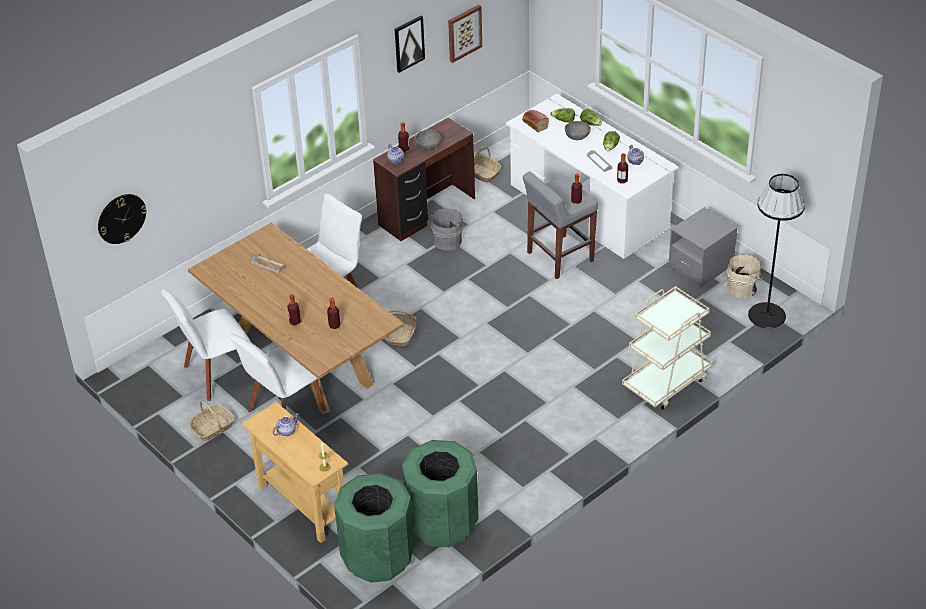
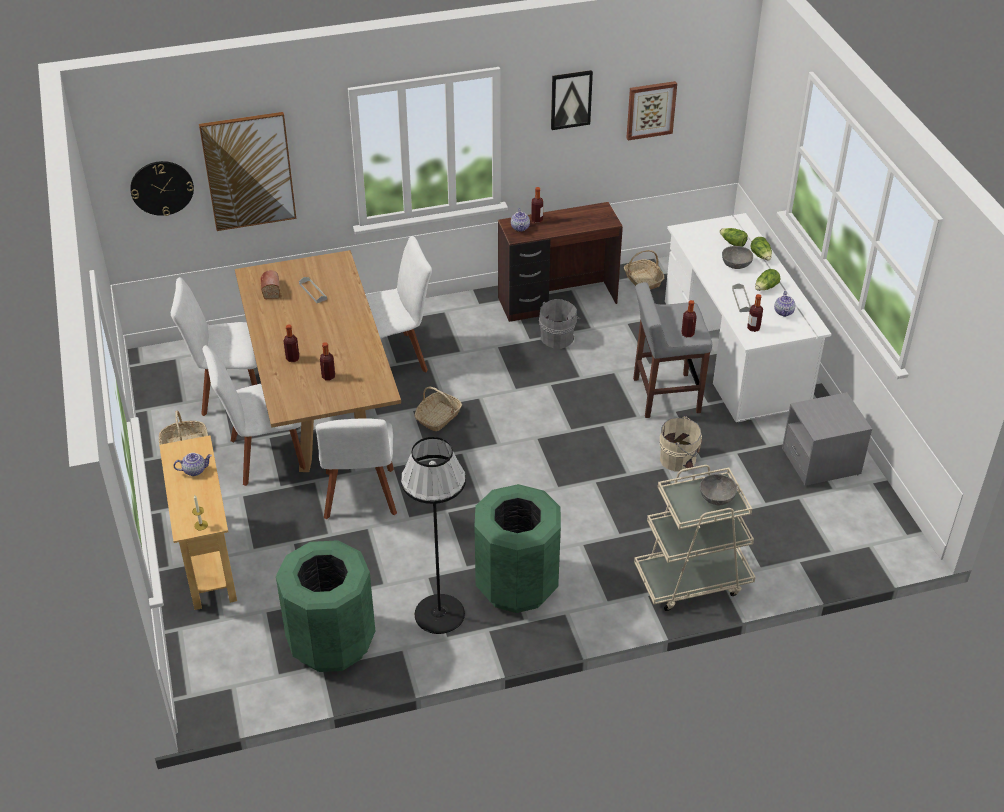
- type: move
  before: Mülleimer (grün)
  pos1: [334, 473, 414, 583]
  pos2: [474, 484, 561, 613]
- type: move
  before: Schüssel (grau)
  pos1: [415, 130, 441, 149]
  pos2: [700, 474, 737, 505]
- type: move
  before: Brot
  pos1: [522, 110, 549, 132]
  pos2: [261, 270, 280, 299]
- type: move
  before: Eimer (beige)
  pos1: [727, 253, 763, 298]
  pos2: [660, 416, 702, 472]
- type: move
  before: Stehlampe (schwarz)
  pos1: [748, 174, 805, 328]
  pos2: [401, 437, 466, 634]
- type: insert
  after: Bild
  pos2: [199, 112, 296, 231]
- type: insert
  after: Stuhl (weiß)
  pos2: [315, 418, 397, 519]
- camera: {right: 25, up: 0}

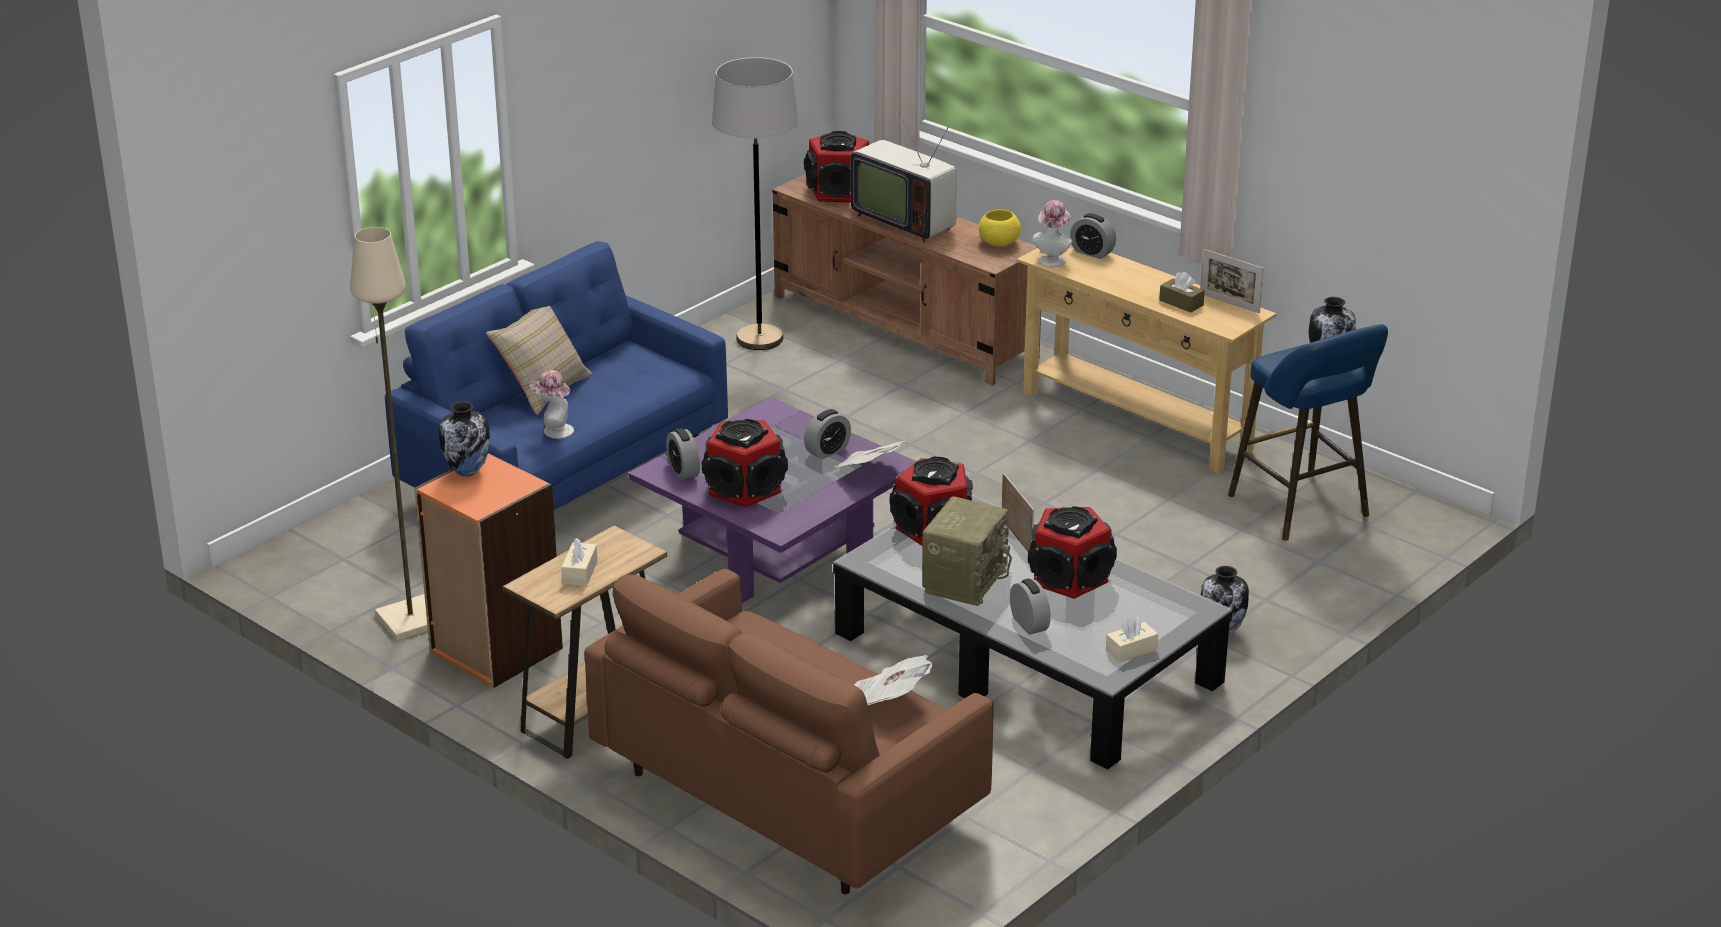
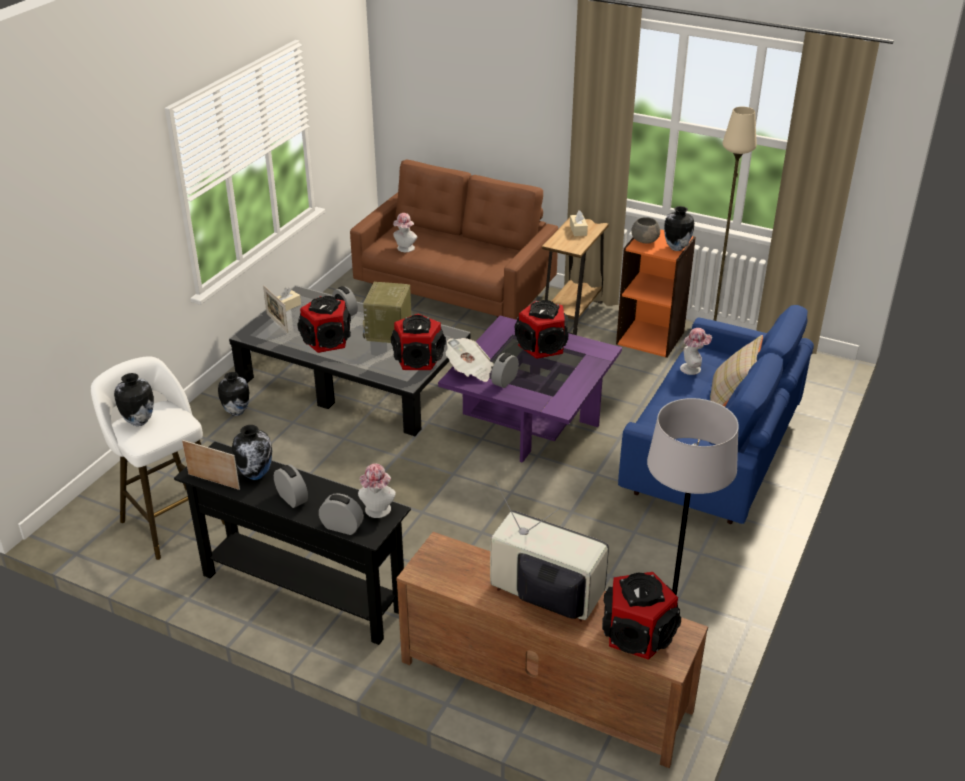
- type: move
  before: Wecker
  pos1: [666, 428, 700, 480]
  pos2: [274, 464, 308, 508]
- type: replace
  before: Zeitung
  after: Hut
  pos1: [854, 655, 932, 705]
  pos2: [393, 213, 418, 252]
- type: delete
  before: Schüssel (gelb)
  pos1: [979, 210, 1021, 246]
- type: move
  before: Bilderrahmen
  pos1: [1002, 473, 1034, 552]
  pos2: [263, 285, 288, 333]
- type: recolor
  before: Konsolentisch (beige)
  after: Konsolentisch (schwarz)
  pos1: [1017, 244, 1277, 473]
  pos2: [174, 442, 411, 645]
- type: replace
  before: Taschentuchbox (braun)
  after: Vase
  pos1: [1159, 272, 1205, 312]
  pos2: [232, 425, 272, 480]
- type: recolor
  before: Hocker (blau)
  after: Hocker (weiß)
  pos1: [1228, 324, 1388, 541]
  pos2: [91, 357, 225, 560]
- type: insert
  after: Schüssel (grau)
  pos2: [631, 217, 660, 244]
- camera: {right: 165, up: 5}

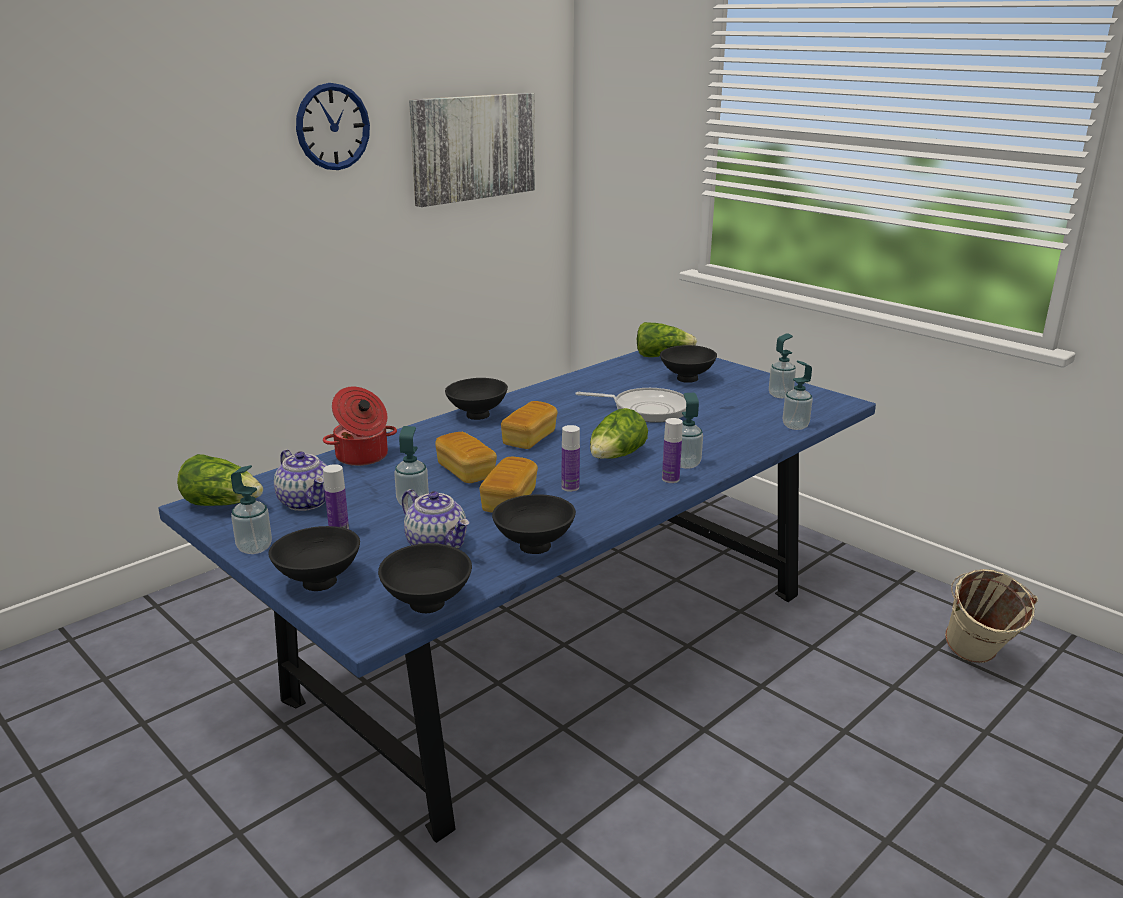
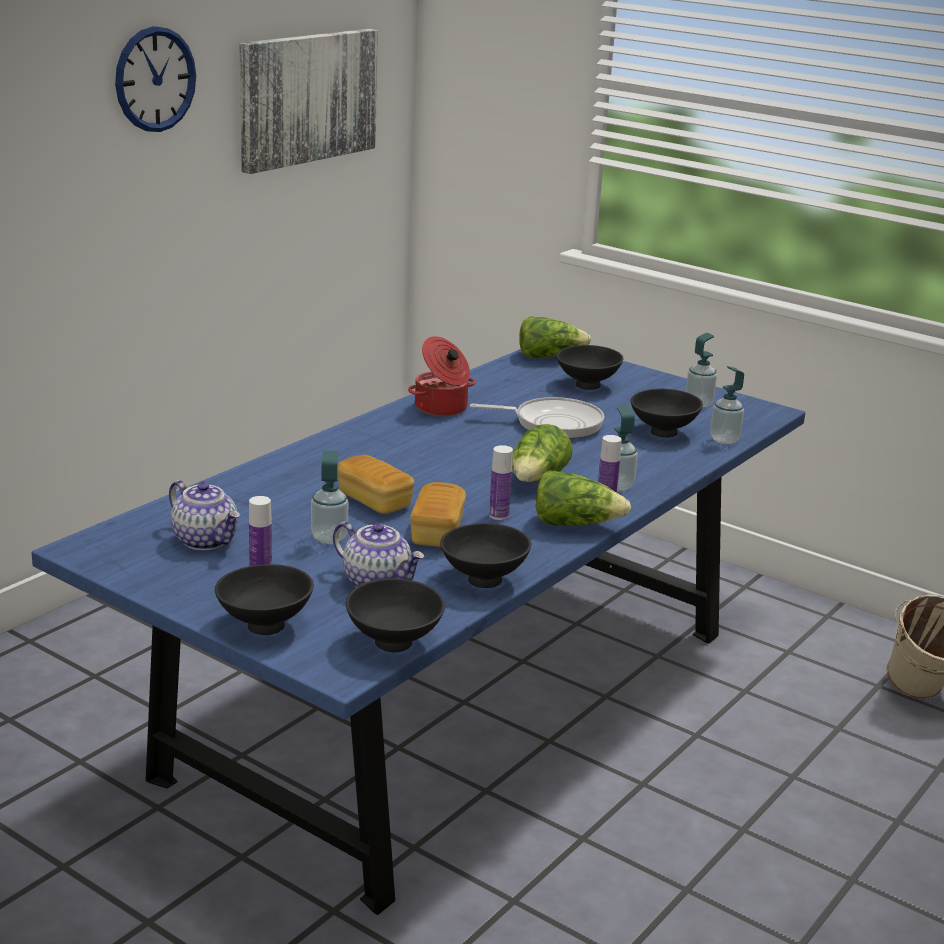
- type: move
  before: Salatkopf
  pos1: [177, 454, 263, 506]
  pos2: [536, 470, 631, 526]
- type: delete
  before: Seifenspender
  pos1: [231, 465, 272, 554]
- type: move
  before: Kochtopf
  pos1: [323, 387, 397, 466]
  pos2: [408, 336, 476, 416]
- type: move
  before: Schüssel (schwarz)
  pos1: [445, 378, 508, 420]
  pos2: [630, 389, 703, 438]
- type: delete
  before: Brot
  pos1: [501, 401, 558, 449]
- camera: {right: -10, up: 0}

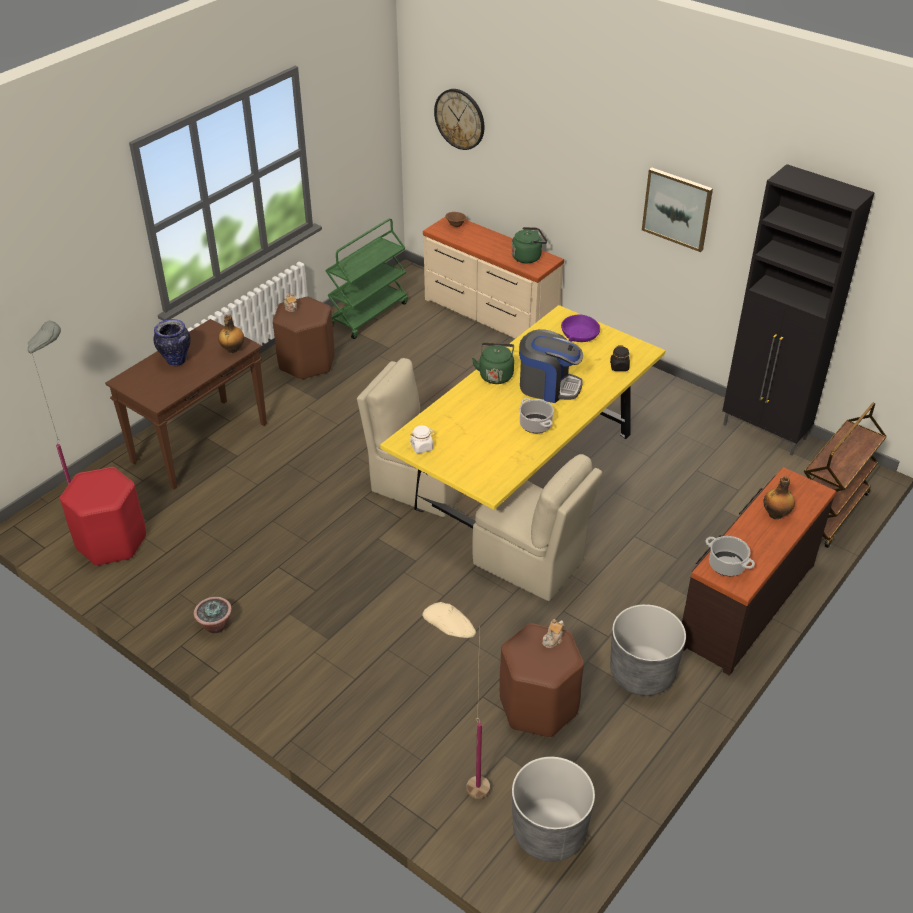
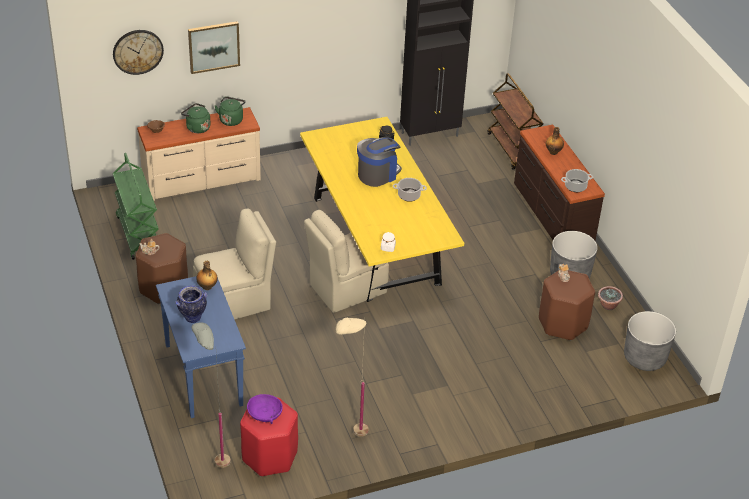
- type: recolor
  before: Konsolentisch (braun)
  after: Konsolentisch (blau)
  pos1: [105, 319, 267, 489]
  pos2: [156, 272, 246, 418]
- type: move
  before: Topfpflanze
  pos1: [194, 597, 232, 634]
  pos2: [598, 286, 623, 310]
- type: move
  before: Stehlampe (beige)
  pos1: [422, 602, 490, 799]
  pos2: [336, 318, 369, 437]
- type: move
  before: Wasserkessel (grün)
  pos1: [472, 343, 514, 384]
  pos2: [181, 103, 211, 133]
- type: move
  before: Stuhl (beige)
  pos1: [472, 454, 602, 601]
  pos2: [193, 208, 276, 320]
- type: move
  before: Schüssel (lila)
  pos1: [561, 314, 600, 342]
  pos2: [247, 394, 283, 424]
- type: move
  before: Bild
  pos1: [642, 168, 713, 252]
  pos2: [188, 21, 240, 74]
- camera: {right: -60, up: 0}

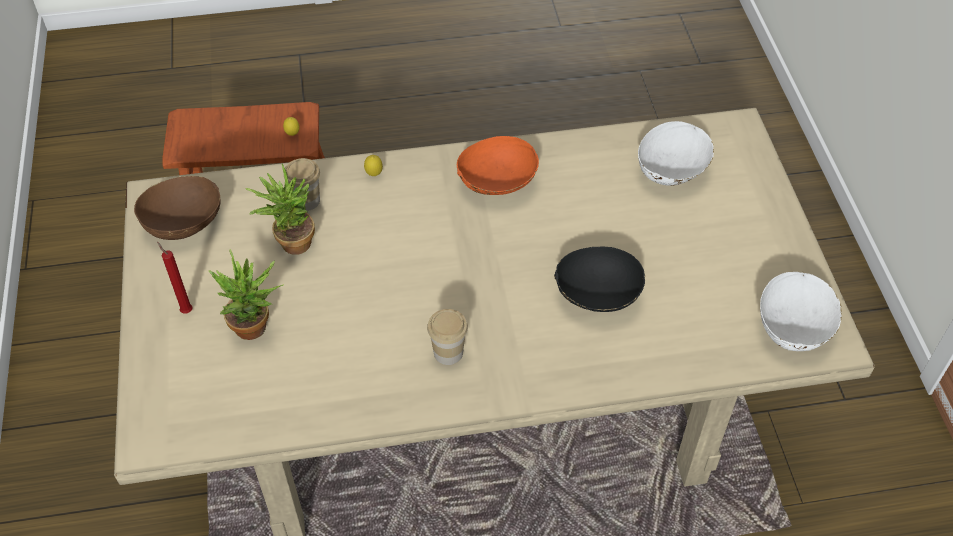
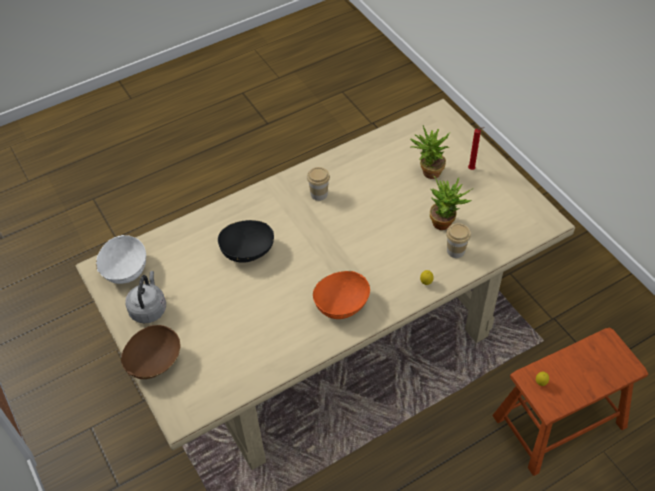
- type: move
  before: Schüssel (braun)
  pos1: [134, 176, 220, 240]
  pos2: [121, 325, 181, 379]
- type: delete
  before: Schüssel (weiß)
  pos1: [638, 121, 714, 186]
- type: insert
  after: Wasserkessel (grau)
  pos2: [125, 271, 166, 323]
- camera: {right: 160, up: 0}

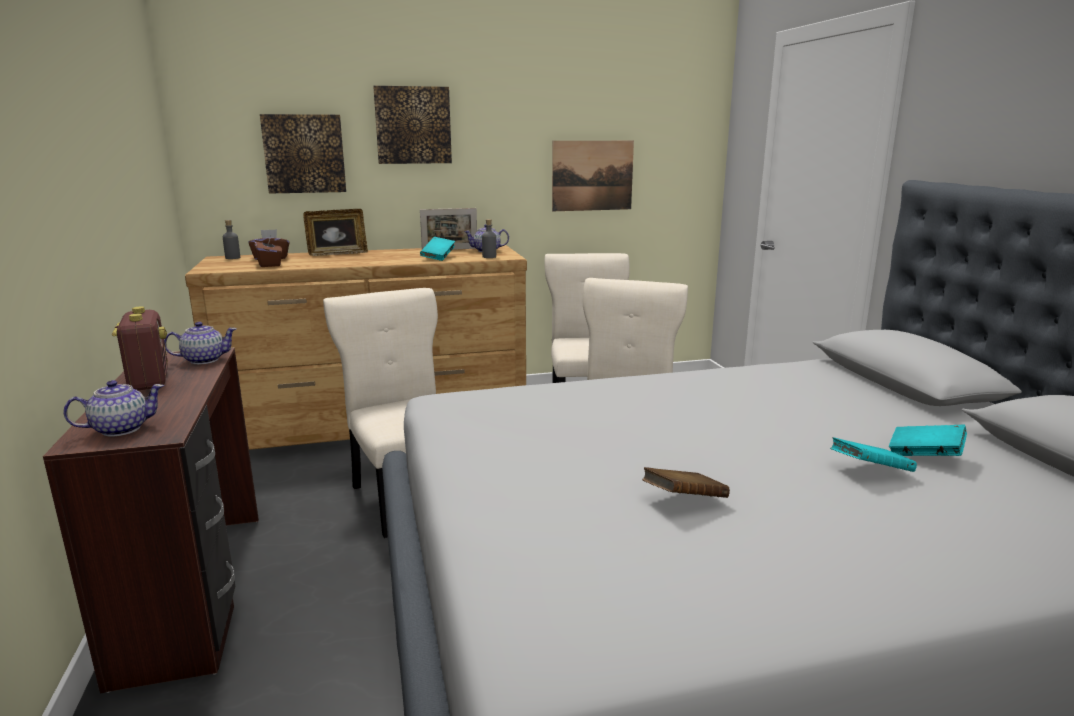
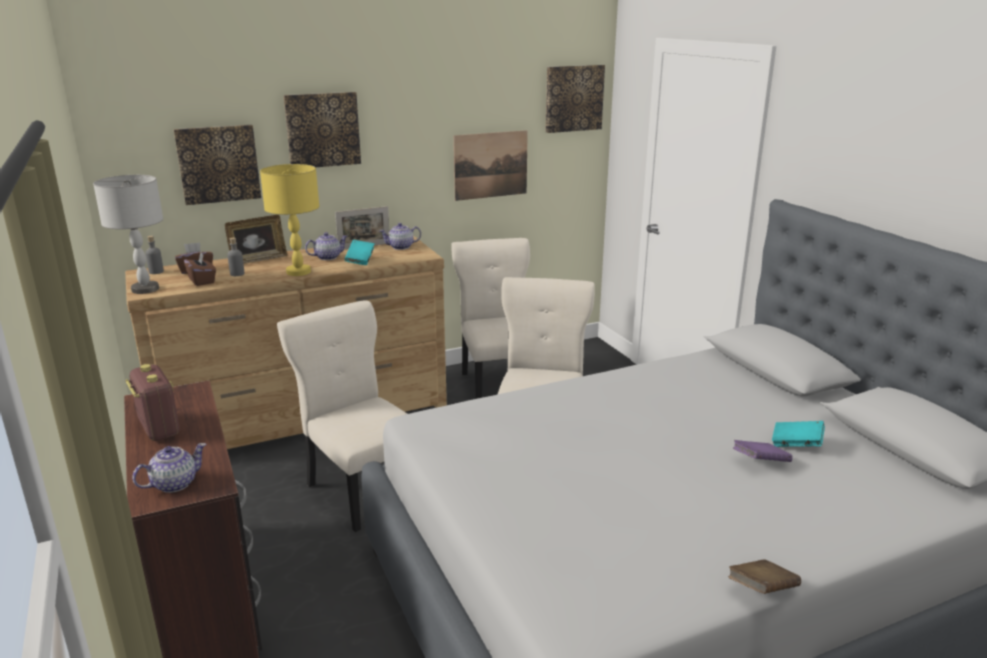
- type: move
  before: Teekanne
  pos1: [164, 322, 237, 364]
  pos2: [305, 232, 348, 260]
- type: move
  before: Flasche (grau)
  pos1: [482, 219, 496, 258]
  pos2: [227, 238, 245, 276]
- type: move
  before: Buch (braun)
  pos1: [642, 467, 730, 498]
  pos2: [728, 559, 801, 594]
- type: recolor
  before: Buch (türkis)
  after: Buch (lila)
  pos1: [830, 437, 917, 472]
  pos2: [733, 440, 793, 462]
- type: insert
  after: Tischlampe (grau)
  pos2: [93, 175, 163, 294]
- type: insert
  after: Tischlampe (gelb)
  pos2: [260, 164, 319, 276]
- type: insert
  after: Bild
  pos2: [545, 65, 605, 133]
- camera: {right: -10, up: 5}

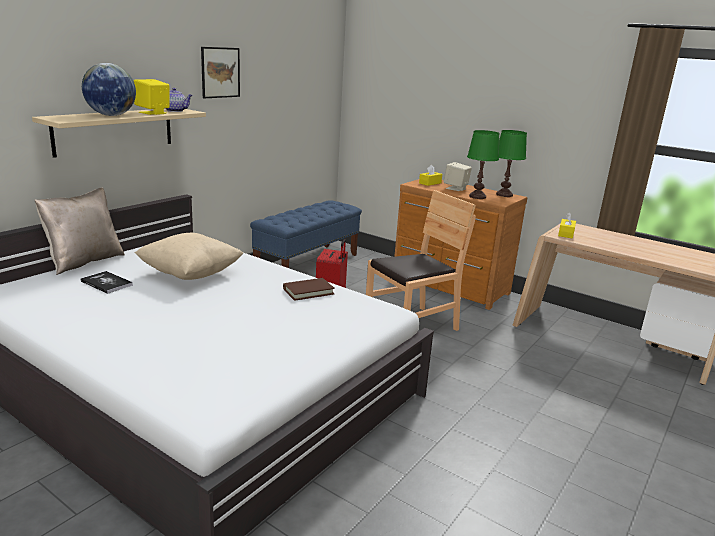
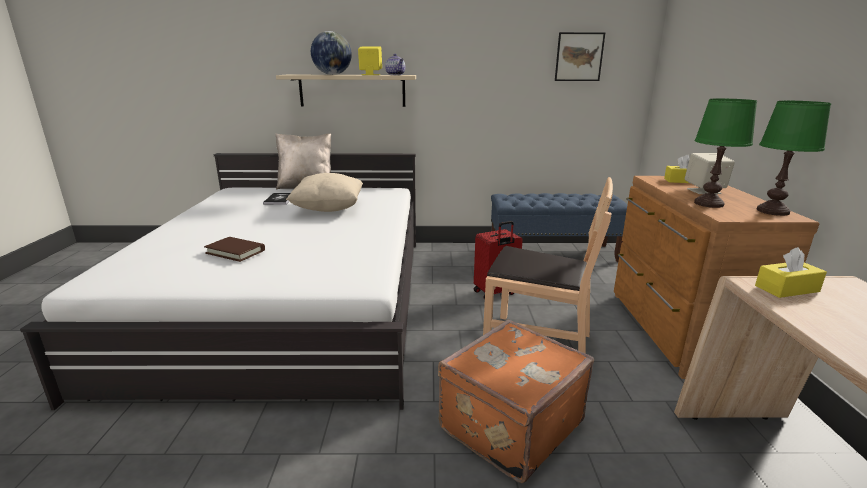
- type: move
  before: Bild
  pos1: [201, 47, 240, 98]
  pos2: [555, 32, 605, 81]
- type: move
  before: Buch (braun)
  pos1: [283, 278, 335, 301]
  pos2: [204, 237, 265, 262]
- type: insert
  after: Koffer (orange)
  pos2: [438, 319, 594, 483]
- camera: {right: 55, up: 0}

